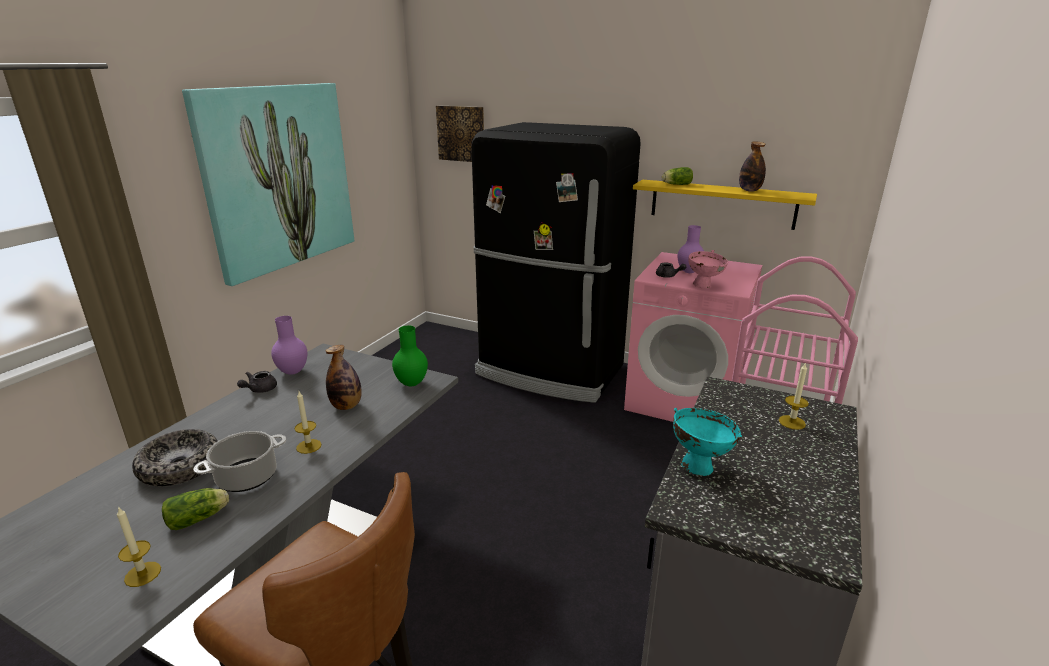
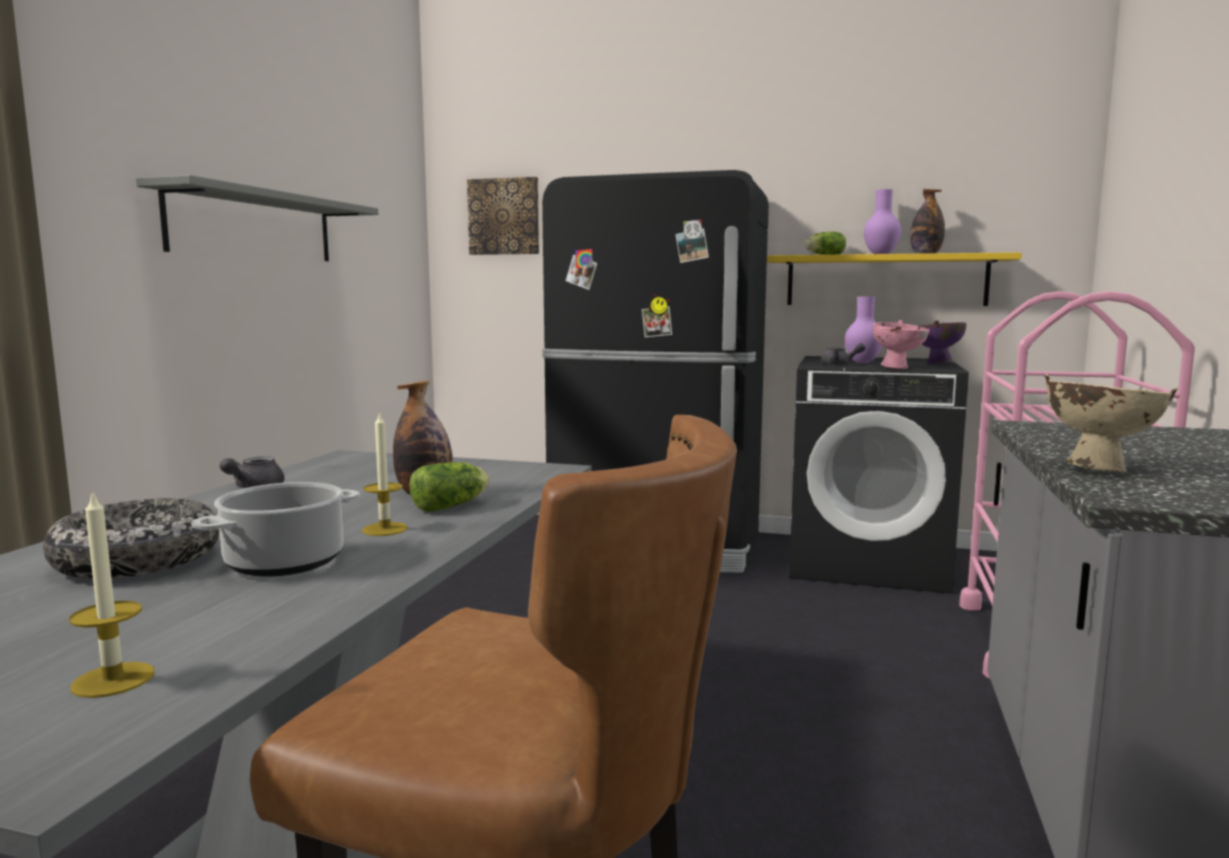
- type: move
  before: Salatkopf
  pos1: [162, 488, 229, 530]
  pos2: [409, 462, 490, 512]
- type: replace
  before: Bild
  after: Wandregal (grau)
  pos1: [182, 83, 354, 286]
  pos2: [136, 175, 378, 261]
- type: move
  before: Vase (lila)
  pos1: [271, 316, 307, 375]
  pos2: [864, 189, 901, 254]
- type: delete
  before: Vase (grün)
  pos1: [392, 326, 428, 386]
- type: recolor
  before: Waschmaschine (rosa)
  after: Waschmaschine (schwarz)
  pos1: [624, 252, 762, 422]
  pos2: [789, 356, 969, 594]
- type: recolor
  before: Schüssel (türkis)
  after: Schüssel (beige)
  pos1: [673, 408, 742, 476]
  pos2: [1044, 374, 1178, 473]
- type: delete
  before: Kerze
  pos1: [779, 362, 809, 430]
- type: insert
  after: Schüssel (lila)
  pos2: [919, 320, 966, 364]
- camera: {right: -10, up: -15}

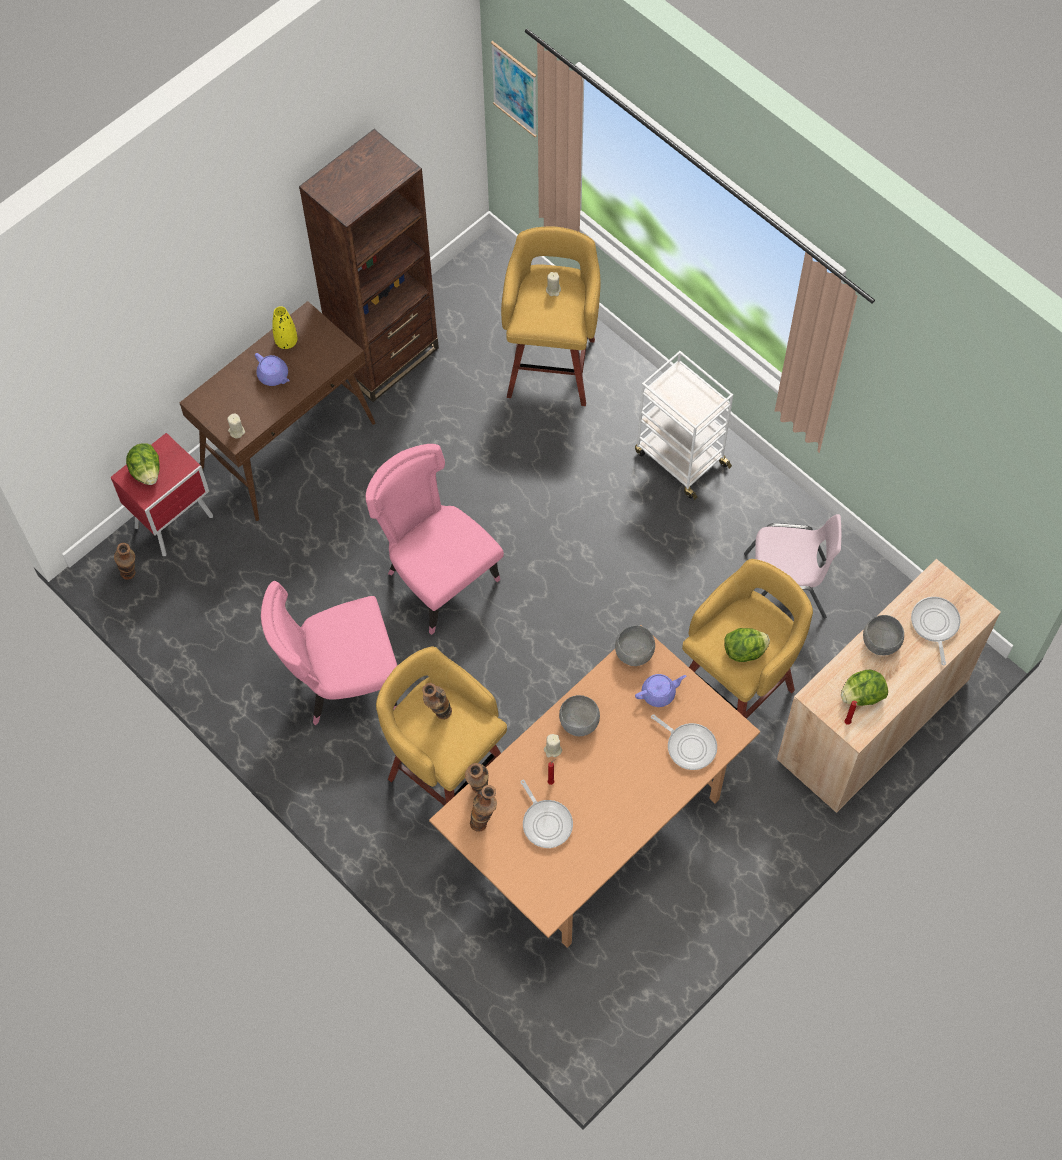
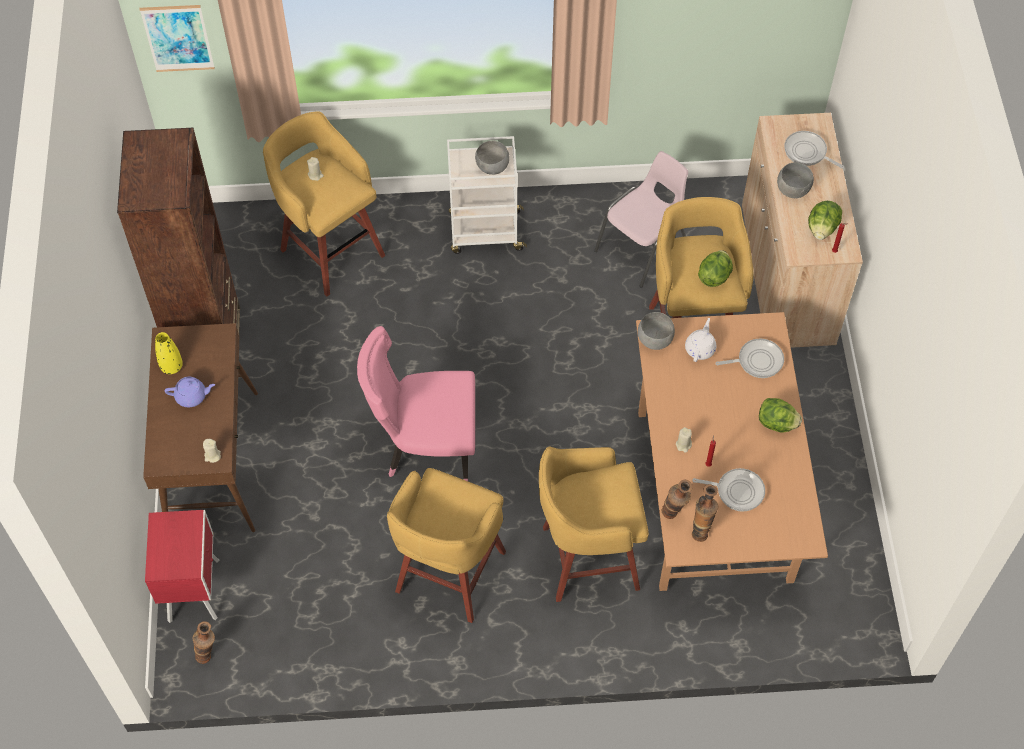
- type: move
  before: Salatkopf
  pos1: [126, 443, 160, 485]
  pos2: [759, 398, 802, 432]
- type: replace
  before: Stuhl (rosa)
  after: Hocker (gelb)
  pos1: [261, 581, 398, 725]
  pos2: [387, 468, 506, 623]
- type: delete
  before: Vase
  pos1: [422, 683, 452, 720]
- type: move
  before: Schüssel (grau)
  pos1: [559, 695, 600, 736]
  pos2: [475, 141, 510, 175]
- type: recolor
  before: Teekanne (lila)
  after: Teekanne (weiß)
  pos1: [635, 674, 686, 707]
  pos2: [685, 318, 716, 362]
- camera: {right: -50, up: -5}

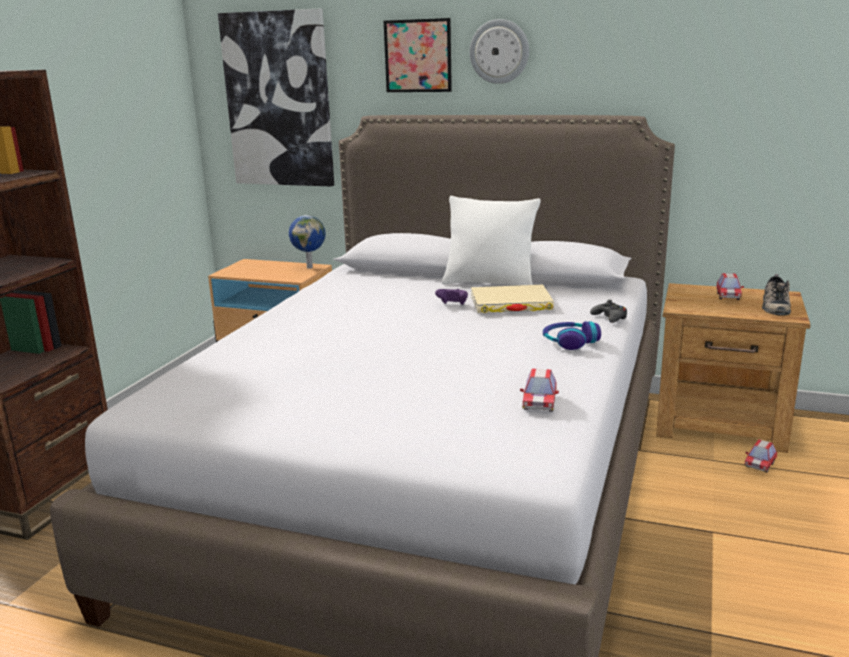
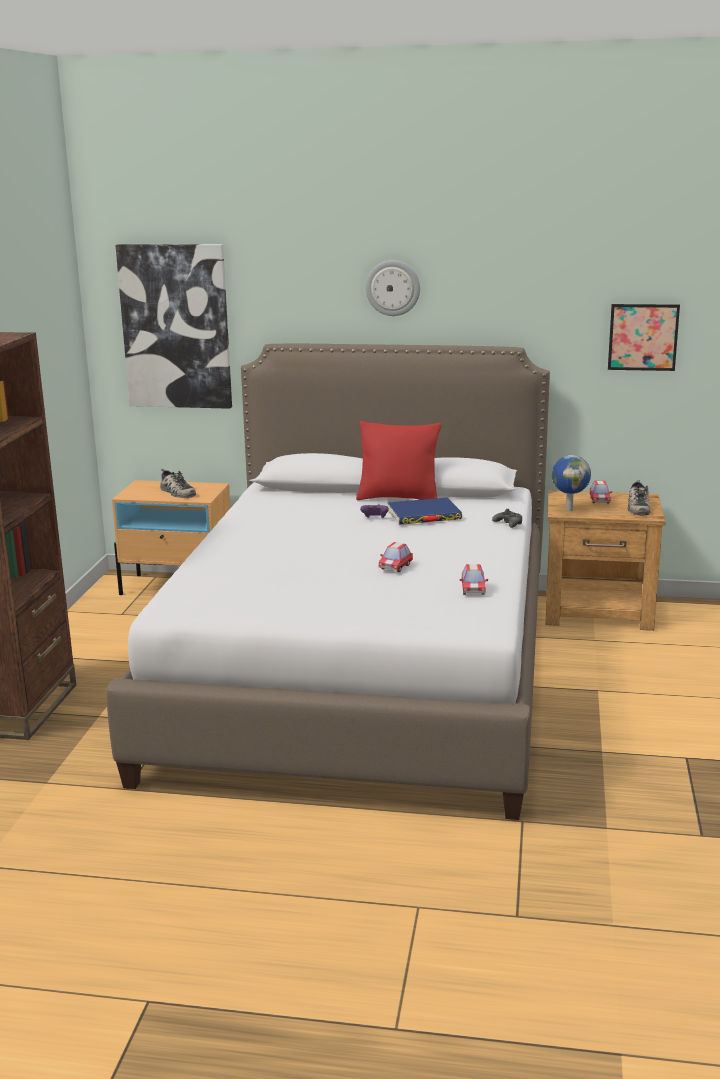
- type: move
  before: Globus
  pos1: [289, 215, 326, 269]
  pos2: [552, 455, 591, 511]
- type: move
  before: Bild
  pos1: [384, 18, 452, 92]
  pos2: [608, 304, 680, 371]
- type: recolor
  before: Kissen (weiß)
  after: Kissen (rot)
  pos1: [442, 196, 541, 286]
  pos2: [356, 421, 441, 500]
- type: recolor
  before: Buch (beige)
  after: Buch (blau)
  pos1: [471, 285, 554, 313]
  pos2: [387, 497, 462, 525]
- type: delete
  before: Kopfhörer
  pos1: [543, 321, 601, 350]
- type: move
  before: Spielzeugauto
  pos1: [744, 439, 777, 473]
  pos2: [378, 542, 413, 572]
- type: insert
  after: Schuh
  pos2: [160, 469, 196, 498]
- camera: {right: -10, up: 0}

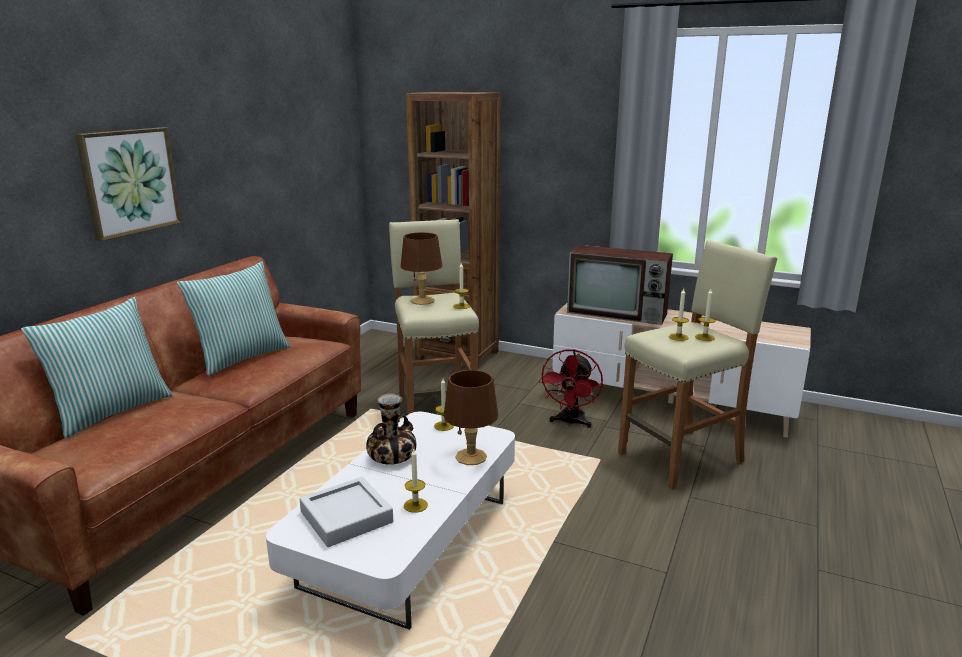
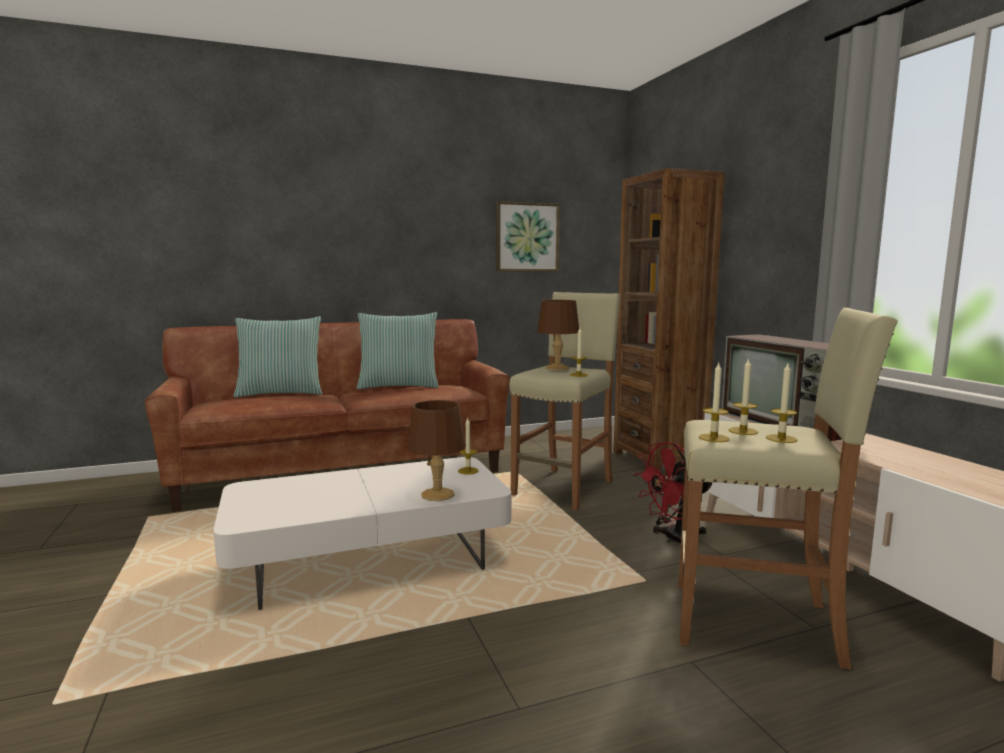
- type: move
  before: Bild
  pos1: [75, 127, 182, 241]
  pos2: [496, 201, 560, 271]
- type: delete
  before: Tablett (grau)
  pos1: [300, 477, 393, 547]
- type: delete
  before: Vase
  pos1: [366, 394, 416, 464]
- type: move
  before: Kerze
  pos1: [404, 448, 428, 513]
  pos2: [699, 363, 729, 442]
- camera: {right: 45, up: -10}

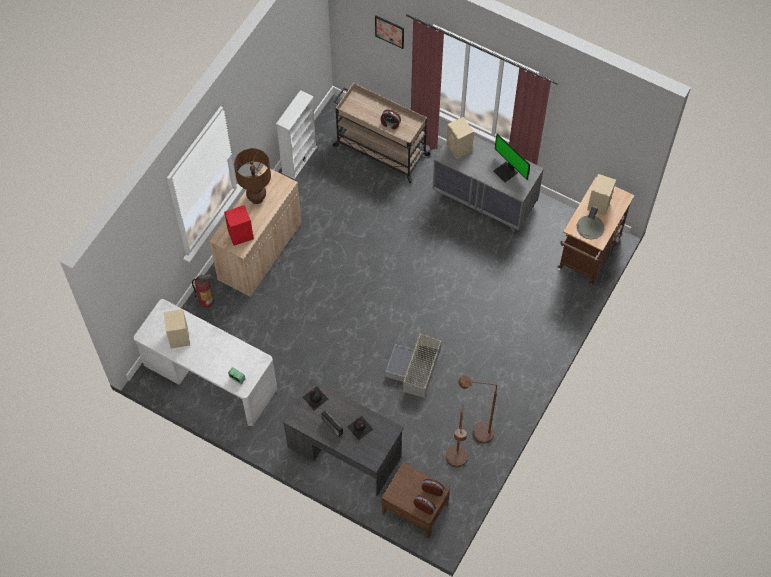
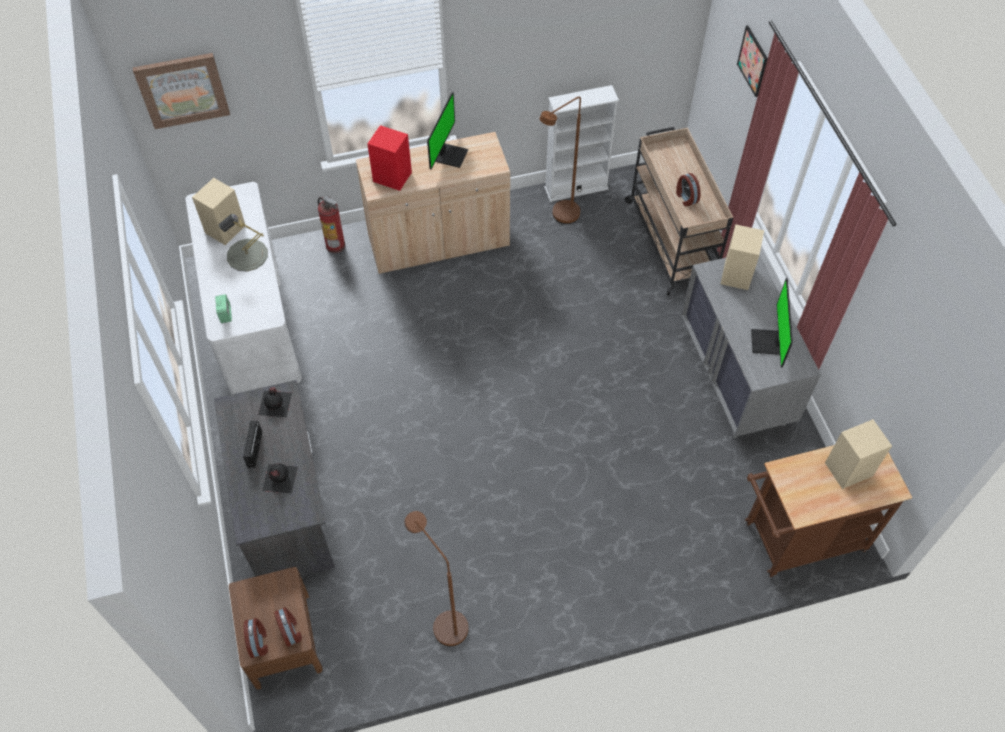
- type: replace
  before: Tischlampe (braun)
  after: Monitor
  pos1: [234, 148, 271, 204]
  pos2: [427, 92, 468, 169]
- type: delete
  before: Aufbewahrungsbox (grau)
  pos1: [385, 333, 442, 398]
- type: move
  before: Stehlampe (braun)
  pos1: [446, 405, 468, 467]
  pos2: [540, 97, 581, 224]
- type: move
  before: Tischlampe (grau)
  pos1: [577, 206, 604, 240]
  pos2: [219, 214, 268, 271]
- type: insert
  after: Bild
  pos2: [133, 53, 230, 129]
- camera: {right: 45, up: -5}

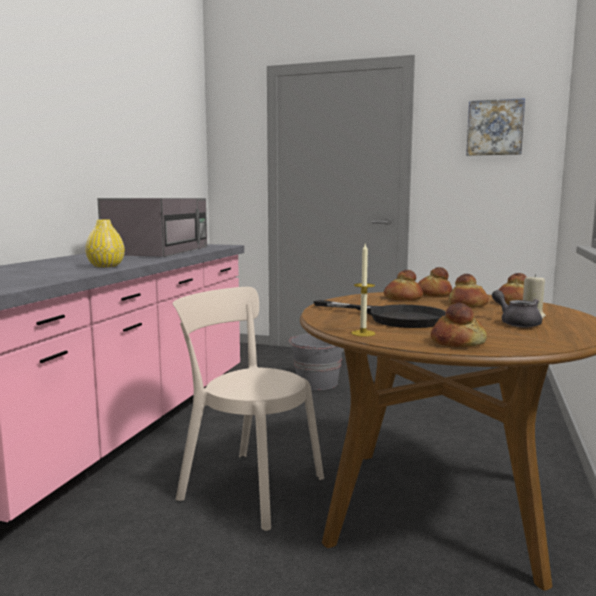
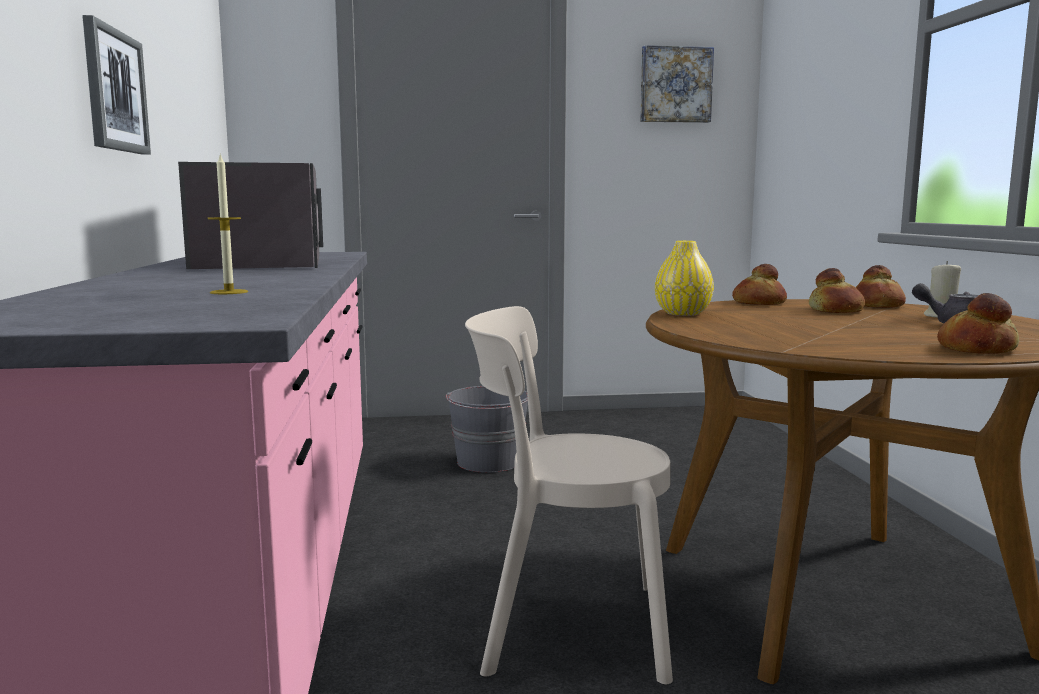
- type: move
  before: Vase (gelb)
  pos1: [85, 219, 125, 268]
  pos2: [655, 241, 714, 316]
- type: delete
  before: Pfanne (schwarz)
  pos1: [313, 300, 446, 328]
- type: move
  before: Kerze
  pos1: [351, 244, 376, 337]
  pos2: [208, 155, 248, 294]
- type: delete
  before: Brot
  pos1: [384, 270, 423, 301]
- type: insert
  after: Bild
  pos2: [82, 15, 151, 155]
- camera: {right: -25, up: 0}

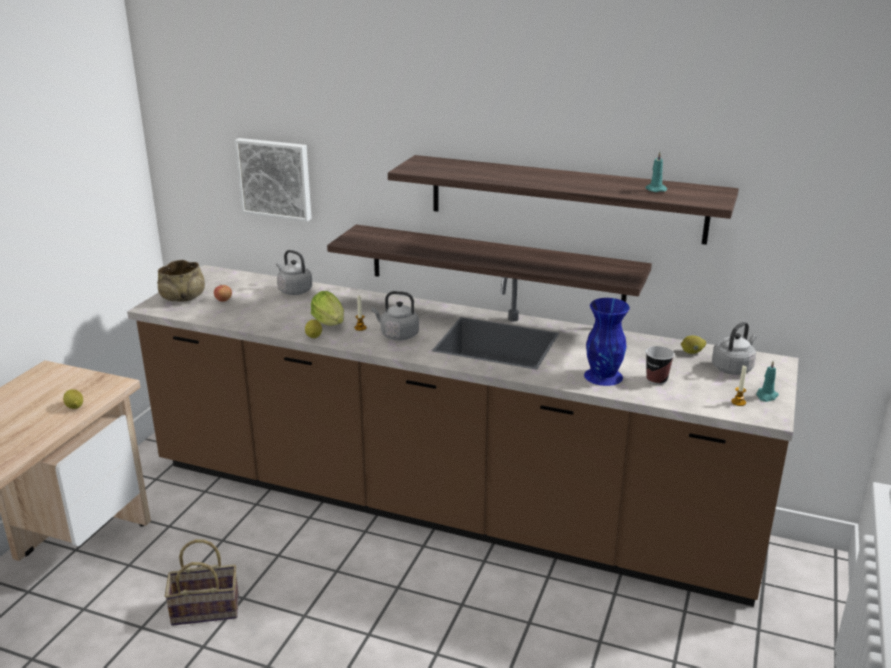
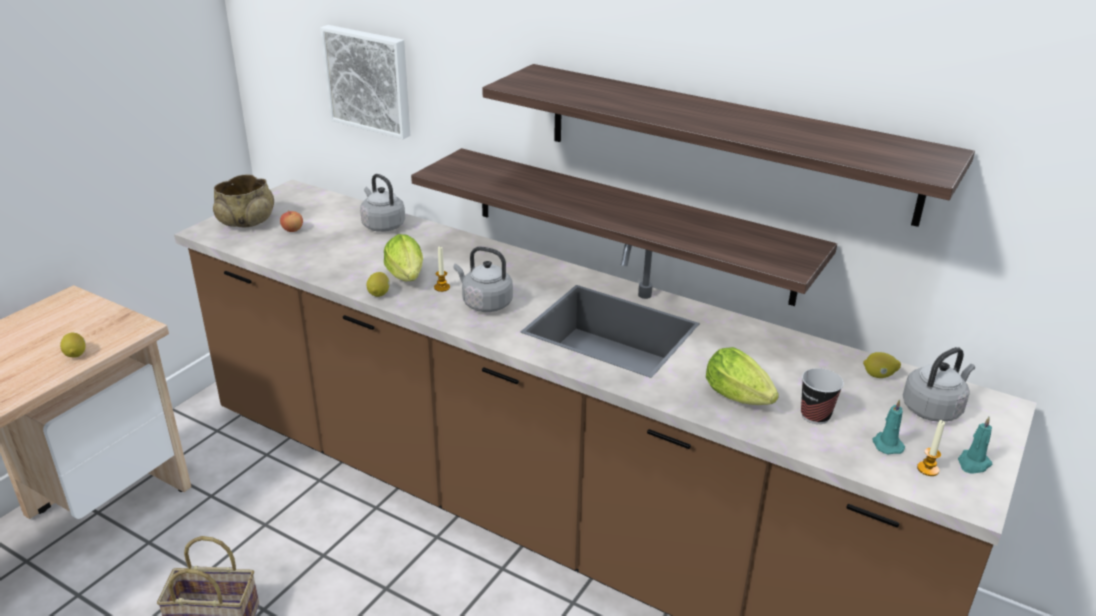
- type: replace
  before: Vase (blau)
  after: Salatkopf
  pos1: [584, 298, 630, 386]
  pos2: [706, 347, 779, 405]
- type: move
  before: Kerze (türkis)
  pos1: [645, 152, 667, 192]
  pos2: [872, 399, 905, 454]
- camera: {right: 10, up: 5}

